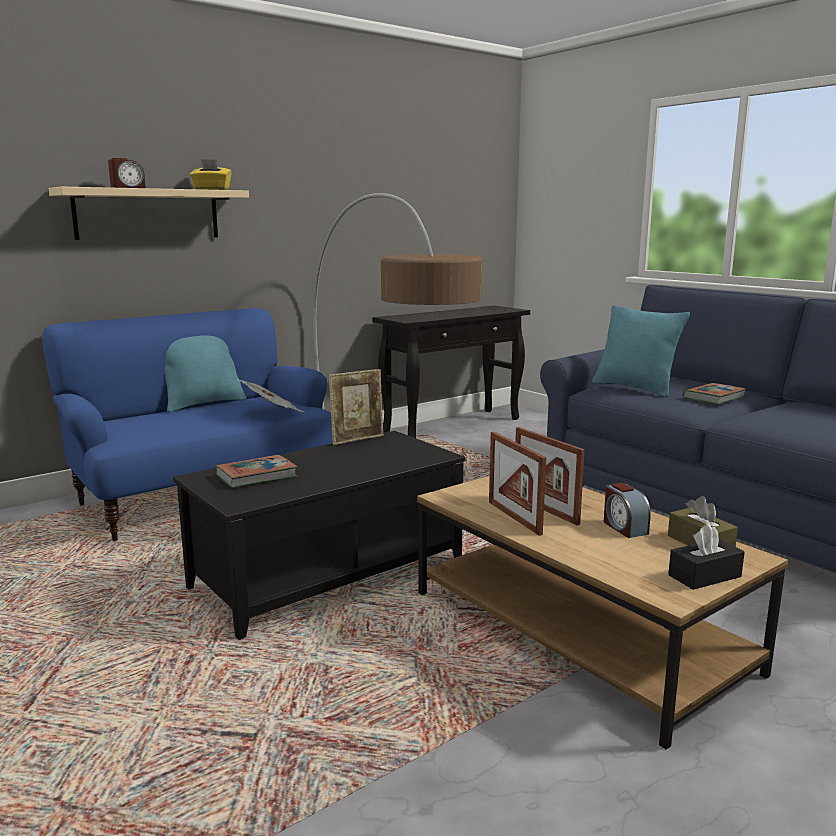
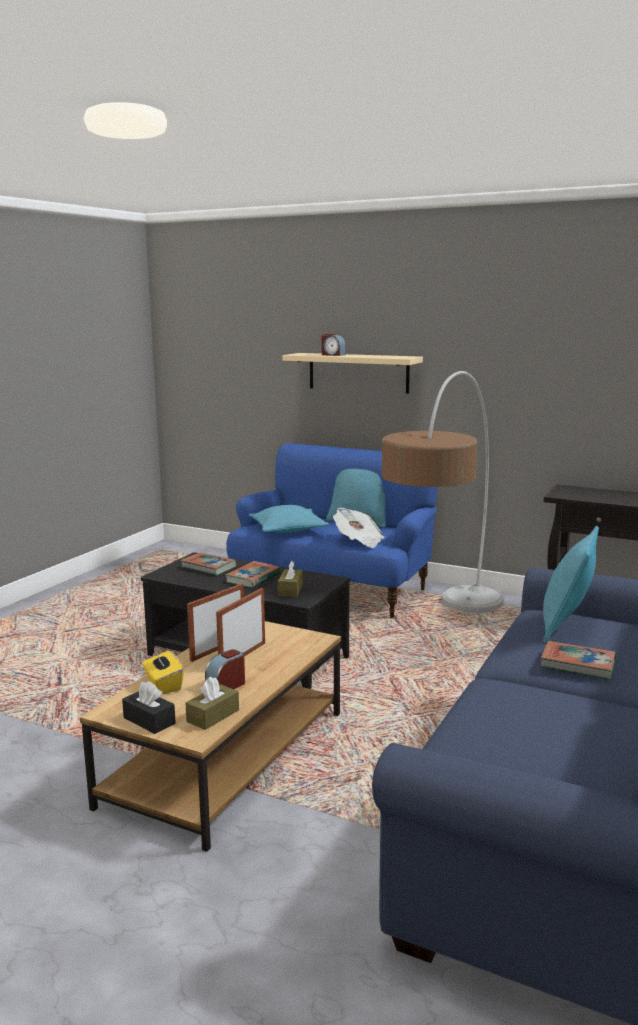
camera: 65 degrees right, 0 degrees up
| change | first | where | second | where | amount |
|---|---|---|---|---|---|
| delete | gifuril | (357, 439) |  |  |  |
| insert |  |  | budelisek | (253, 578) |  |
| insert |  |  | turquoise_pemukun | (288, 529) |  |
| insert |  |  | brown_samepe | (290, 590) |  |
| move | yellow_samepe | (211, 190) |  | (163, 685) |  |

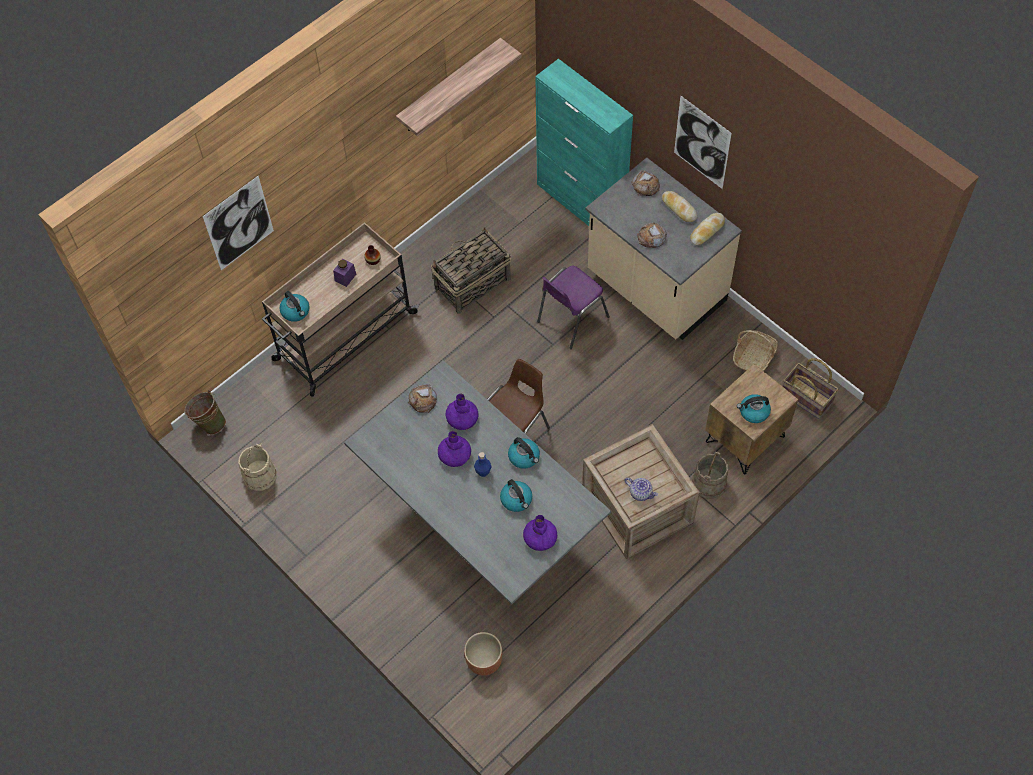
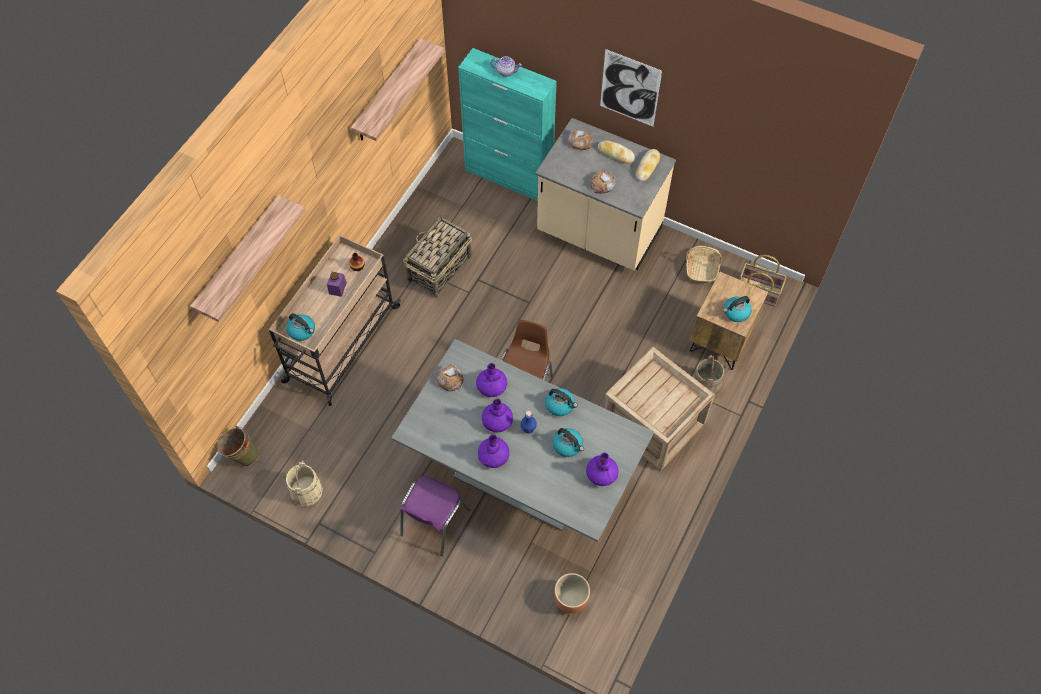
camera: 20 degrees left, 0 degrees up
| change | first | where | second | where | amount |
|---|---|---|---|---|---|
| insert |  |  | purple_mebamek | (494, 456) |  |
| move | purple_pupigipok | (571, 320) |  | (433, 524) |  |
| move | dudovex | (641, 493) |  | (506, 71) |  |
| replace | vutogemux | (239, 223) | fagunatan | (239, 258) |  |

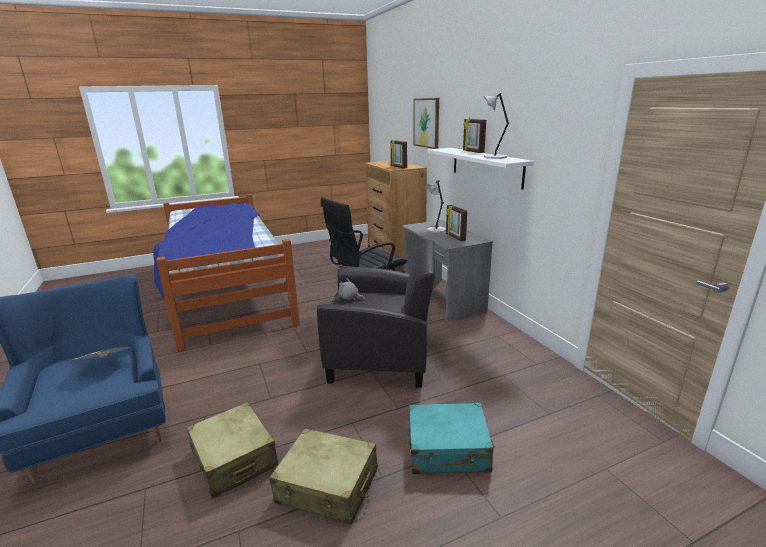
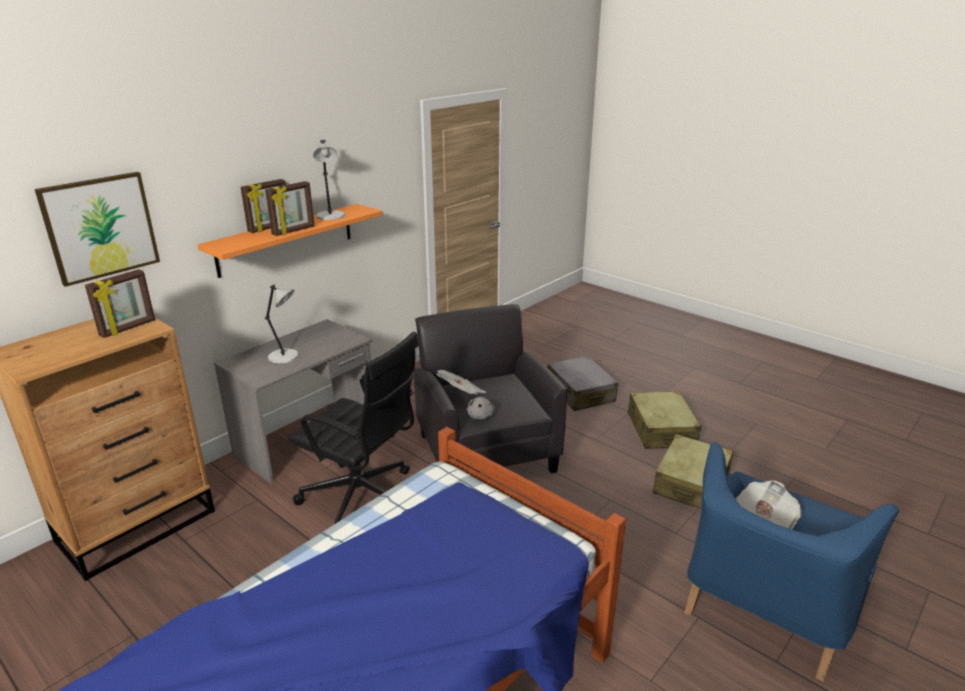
camera: 115 degrees left, 5 degrees up
| change | first | where | second | where | amount |
|---|---|---|---|---|---|
| insert |  |  | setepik | (461, 394) |  |
| move | gifuril | (455, 237) |  | (294, 231) |  |
| recolor | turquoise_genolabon | (448, 449) | grey_genolabon | (580, 393) |  |
| recolor | white_fagunatan | (486, 166) | orange_fagunatan | (286, 239) |  |

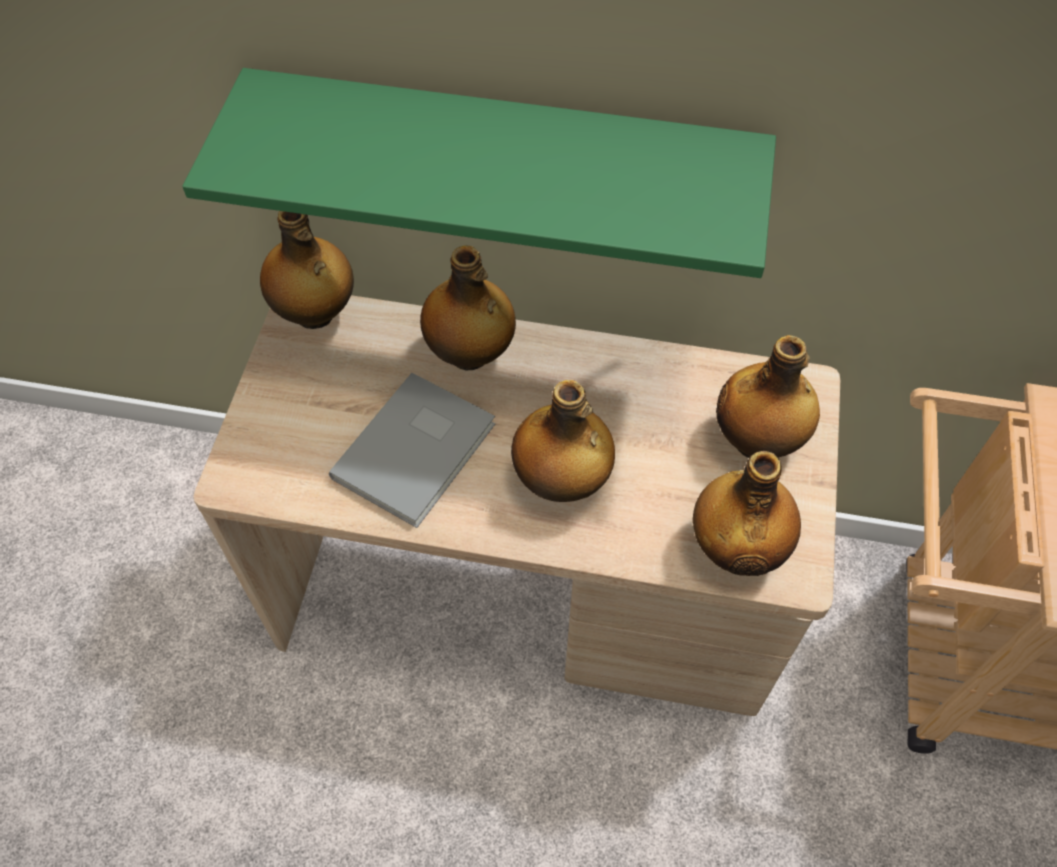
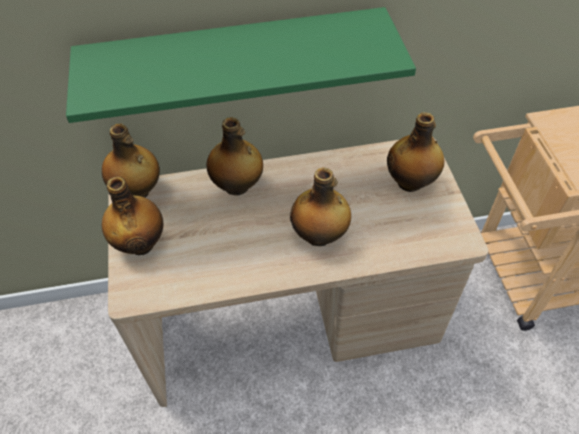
camera: 20 degrees left, 5 degrees down
| change | first | where | second | where | amount |
|---|---|---|---|---|---|
| delete | grey_budelisek | (419, 451) |  |  |  |
| move | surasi | (737, 548) |  | (140, 243) |  |

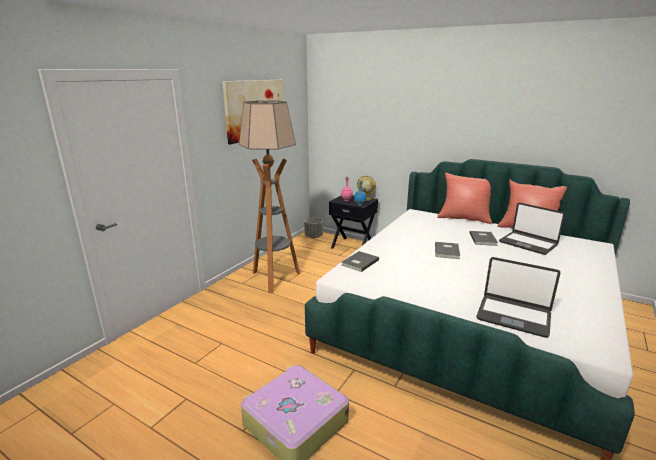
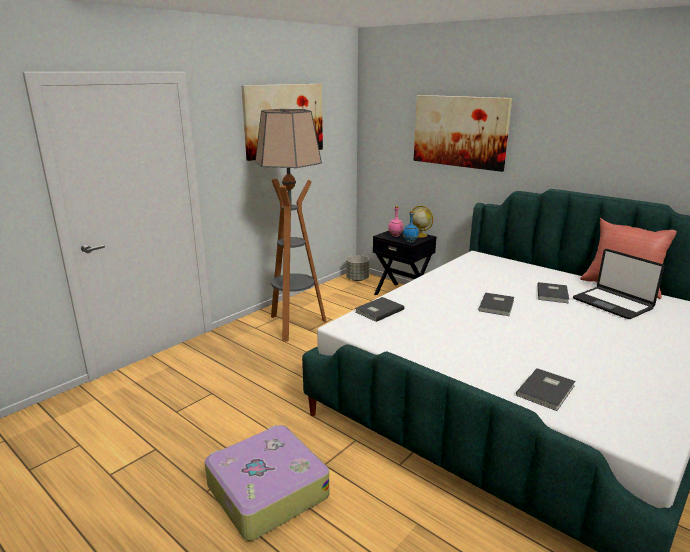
camera: 10 degrees right, 0 degrees up
| change | first | where | second | where | amount |
|---|---|---|---|---|---|
| delete | red_pemukun | (464, 218) |  |  |  |
| insert |  |  | vutogemux | (459, 131) |  |
| replace | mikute | (513, 316) | grey_budelisek | (547, 390) |  |

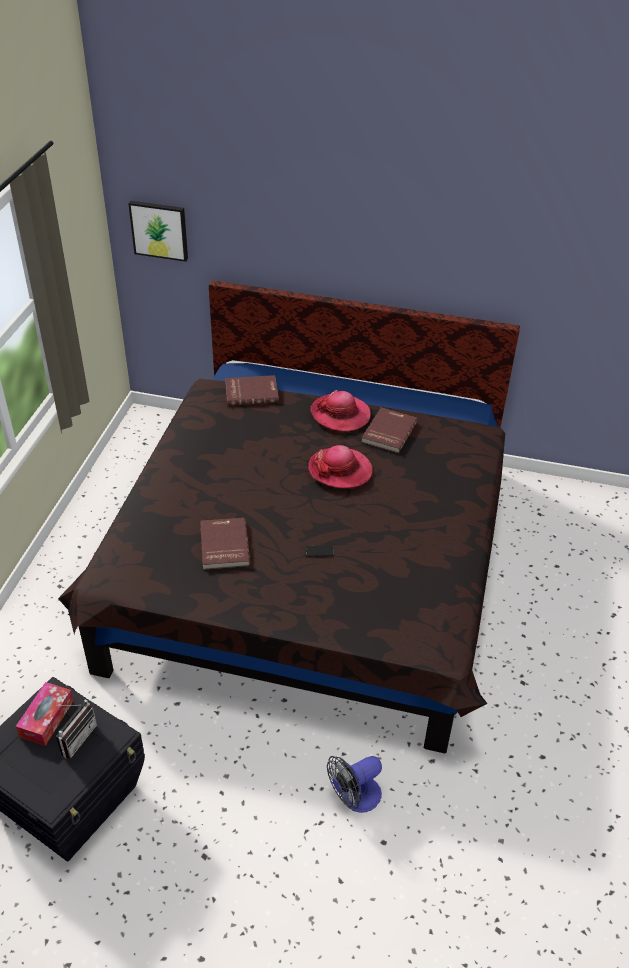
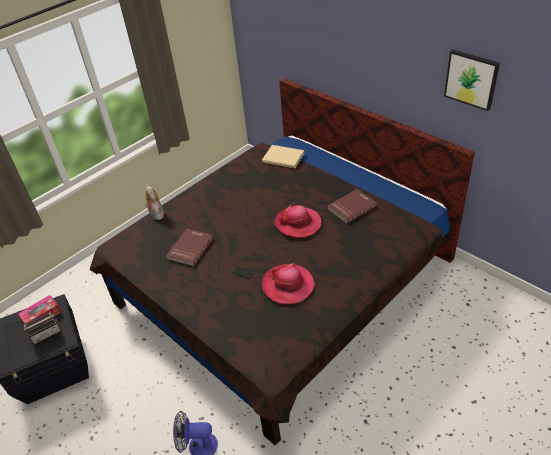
camera: 35 degrees right, 0 degrees up
| change | first | where | second | where | amount |
|---|---|---|---|---|---|
| insert |  |  | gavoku | (156, 214) |  |
| move | vutogemux | (159, 230) |  | (471, 79) |  |
| move | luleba | (340, 414) |  | (288, 285) |  |
| recolor | red_budelisek | (251, 392) | beige_budelisek | (283, 157) |  |

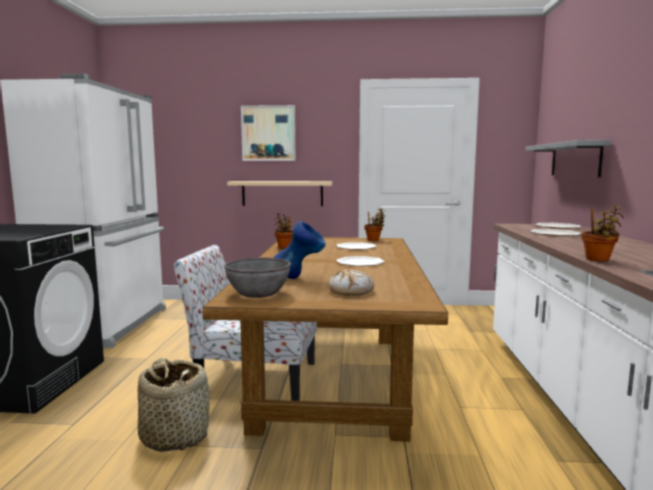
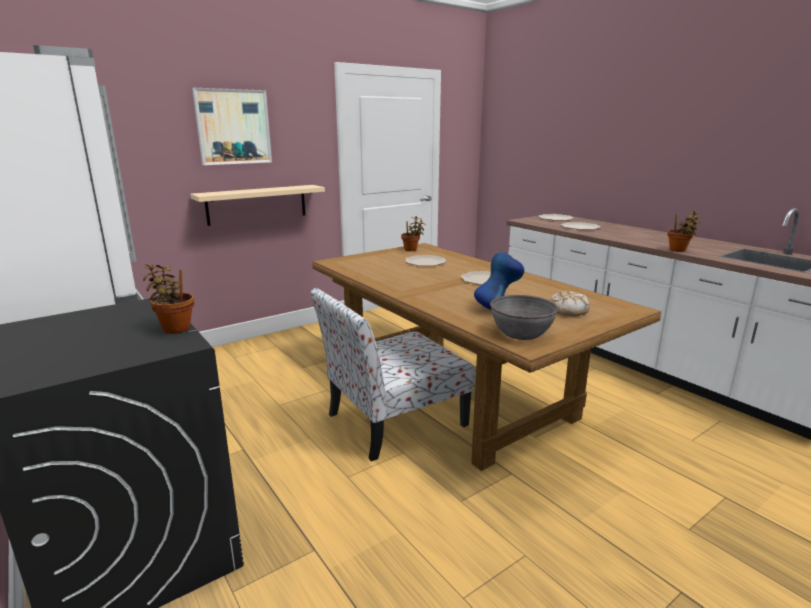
camera: 40 degrees left, 10 degrees up
| change | first | where | second | where | amount |
|---|---|---|---|---|---|
| delete | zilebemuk | (175, 435) |  |  |  |
| delete | grey_fagunatan | (575, 160) |  |  |  |
| move | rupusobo | (284, 247) |  | (175, 328) |  |

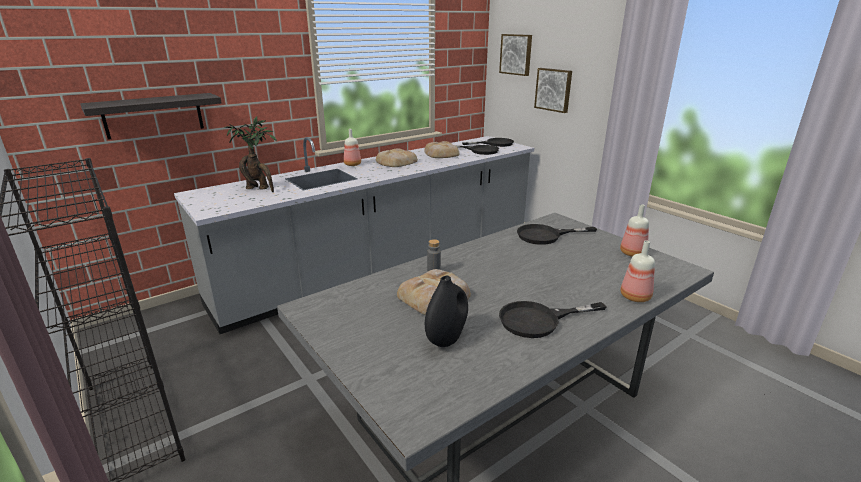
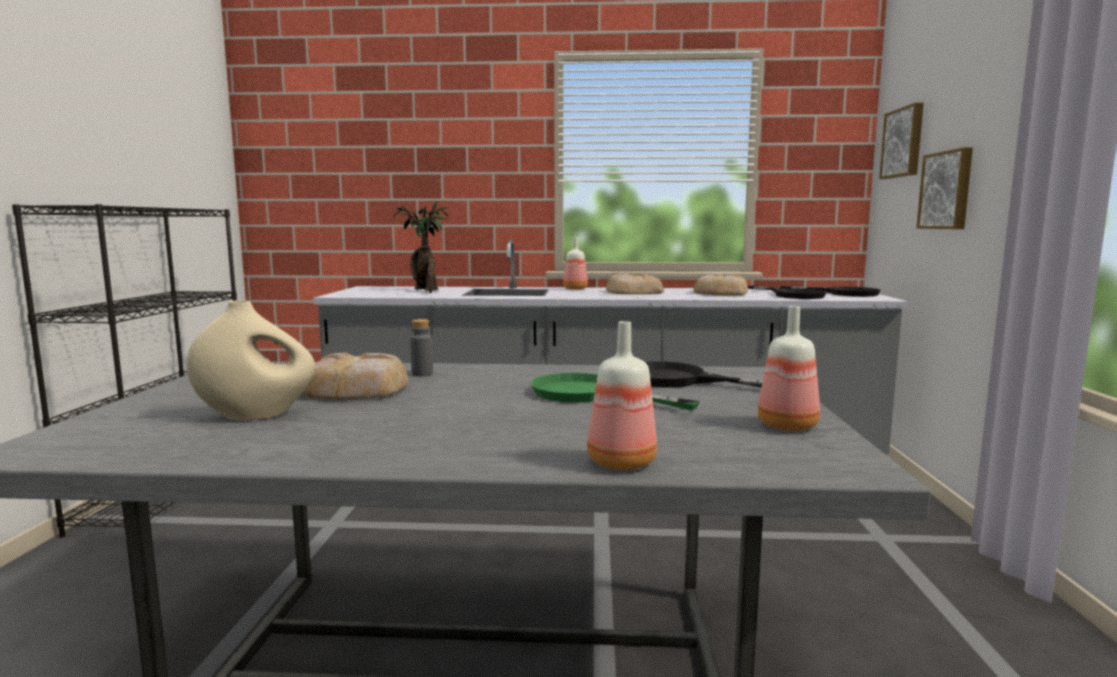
camera: 40 degrees right, 15 degrees down
| change | first | where | second | where | amount |
|---|---|---|---|---|---|
| delete | fagunatan | (153, 115) |  |  |  |
| delete | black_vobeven | (539, 320) |  |  |  |
| insert |  |  | green_vobeven | (589, 394) |  |
| recolor | black_mebamek | (446, 338) | beige_mebamek | (256, 415) |  |

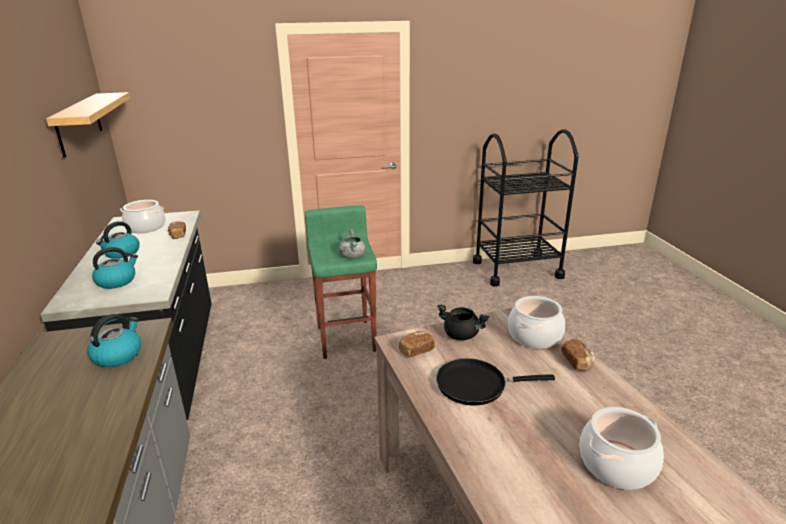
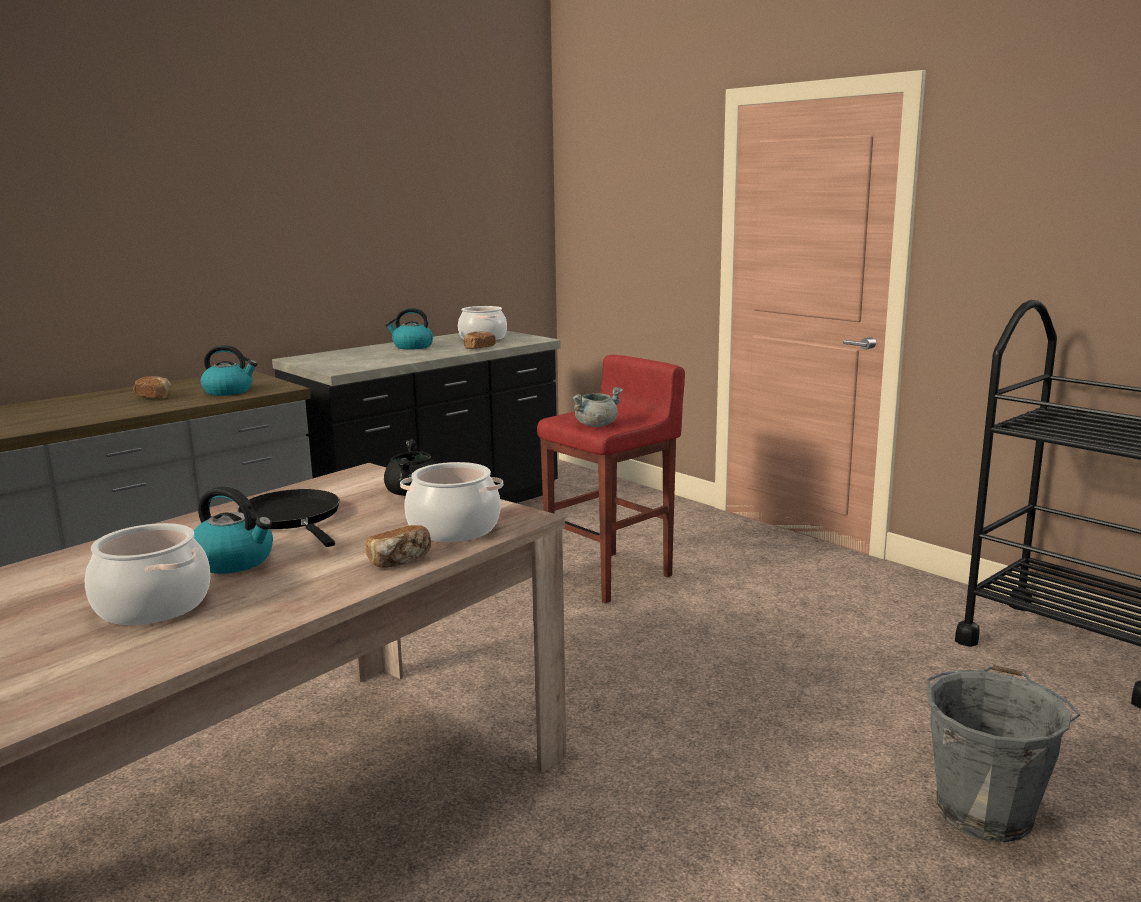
camera: 60 degrees right, 10 degrees down
| change | first | where | second | where | amount |
|---|---|---|---|---|---|
| delete | fagunatan | (79, 123) |  |  |  |
| insert |  |  | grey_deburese | (985, 810) |  |
| move | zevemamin | (117, 281) |  | (234, 561) |  |
| move | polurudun | (416, 350) |  | (155, 397) |  |
| recolor | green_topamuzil | (346, 338) | red_topamuzil | (611, 576) |  |

